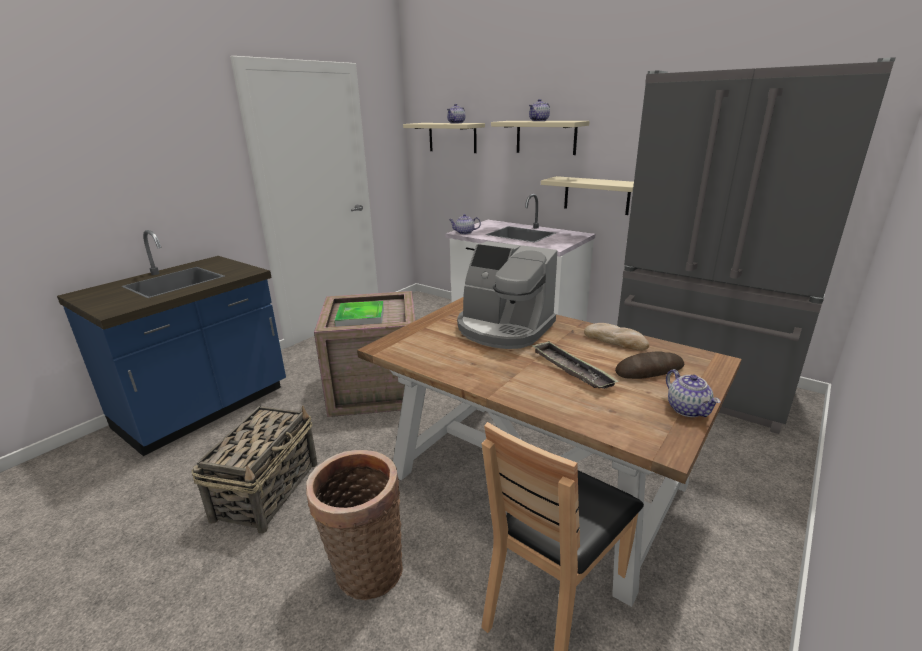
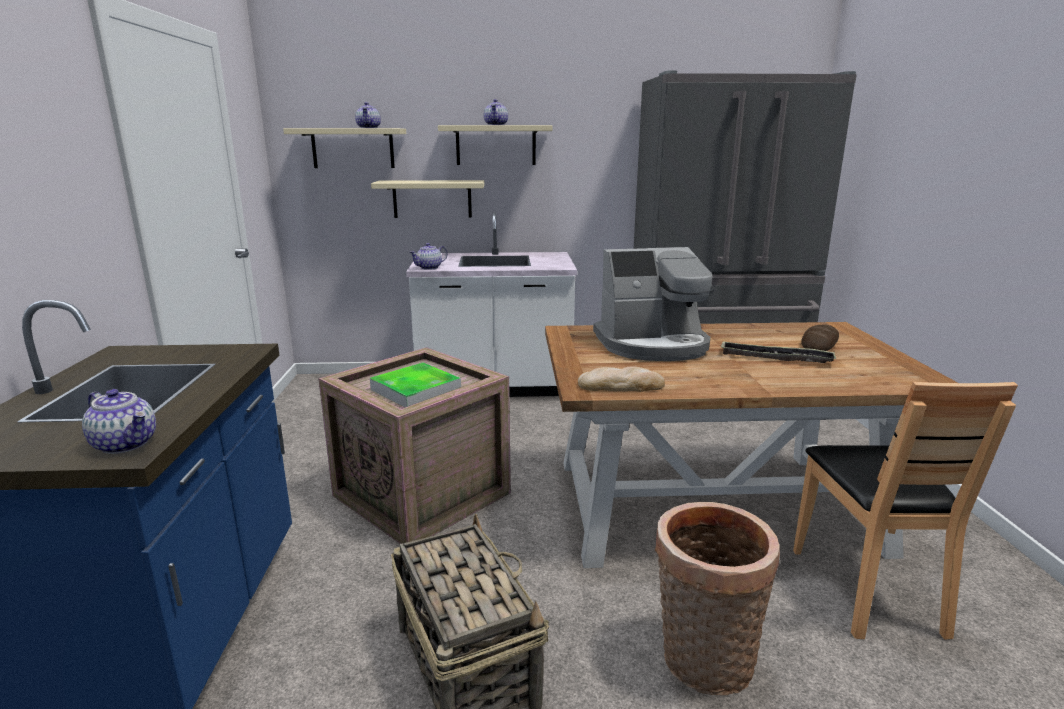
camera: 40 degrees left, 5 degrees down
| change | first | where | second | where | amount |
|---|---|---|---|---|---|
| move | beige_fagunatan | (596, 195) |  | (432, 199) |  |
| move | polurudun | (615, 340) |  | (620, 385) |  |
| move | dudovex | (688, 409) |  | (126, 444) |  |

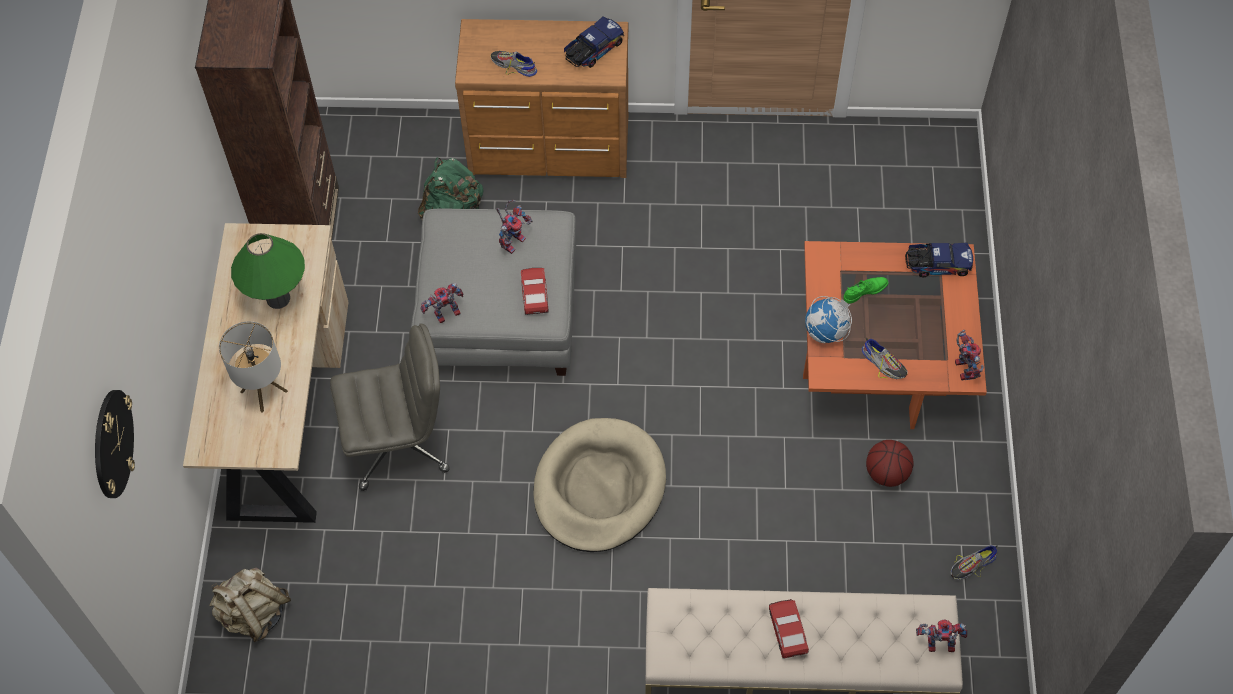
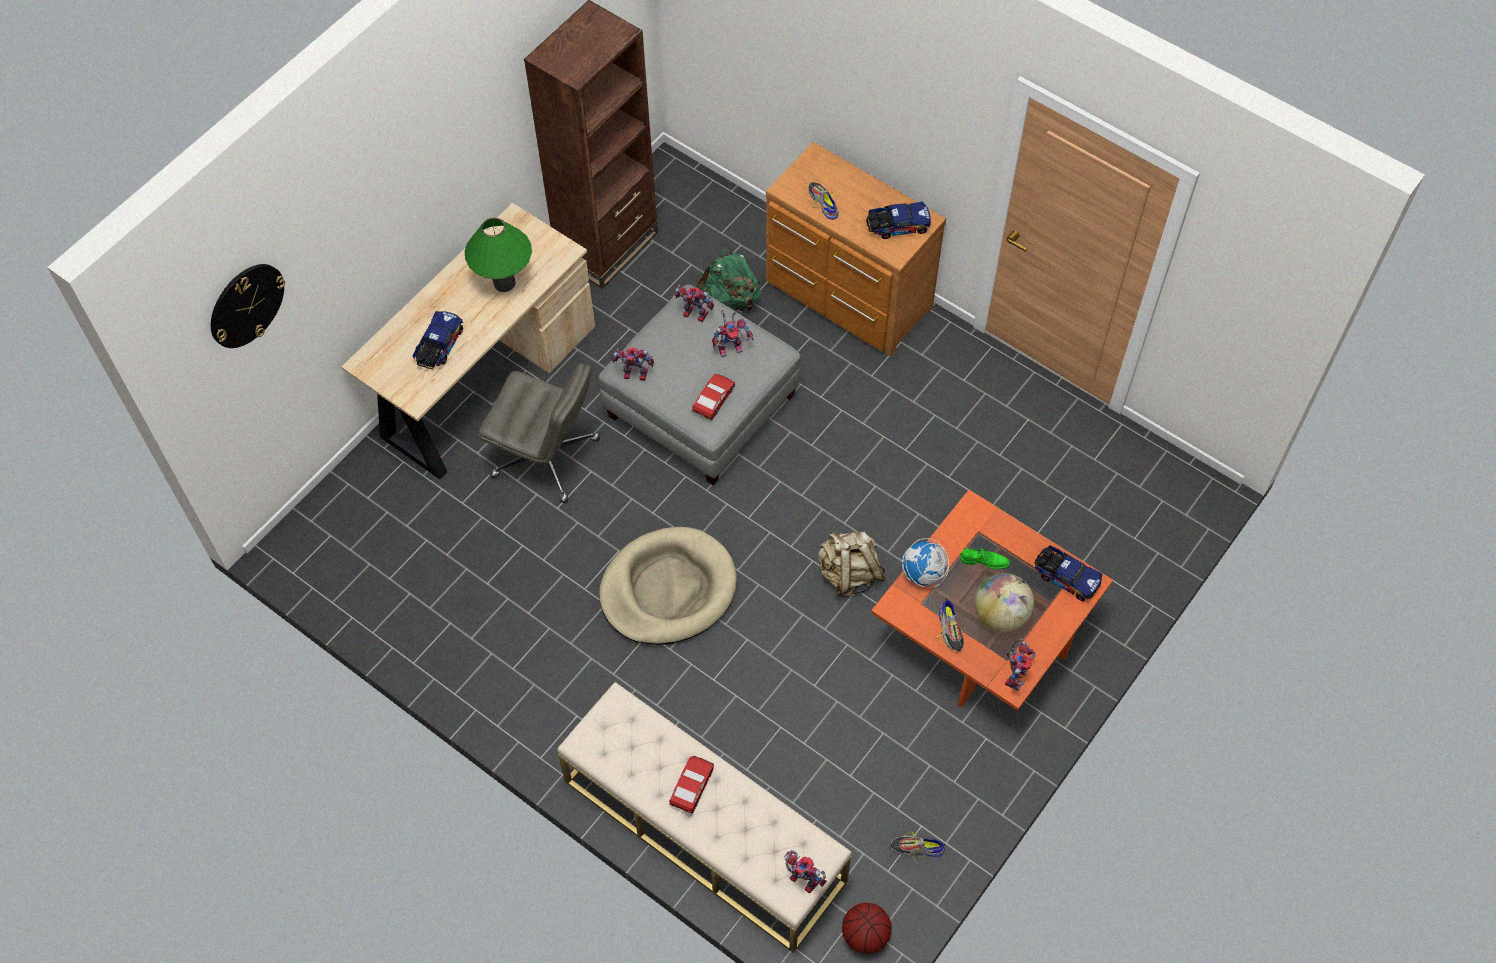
camera: 35 degrees right, 0 degrees up
| change | first | where | second | where | amount |
|---|---|---|---|---|---|
| insert |  |  | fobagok | (692, 314) |  |
| insert |  |  | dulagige | (1001, 615) |  |
| move | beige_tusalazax | (254, 613) |  | (849, 574) |  |
| move | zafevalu | (887, 473) |  | (865, 935) |  |
| replace | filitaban | (264, 391) | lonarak | (439, 347) |  |

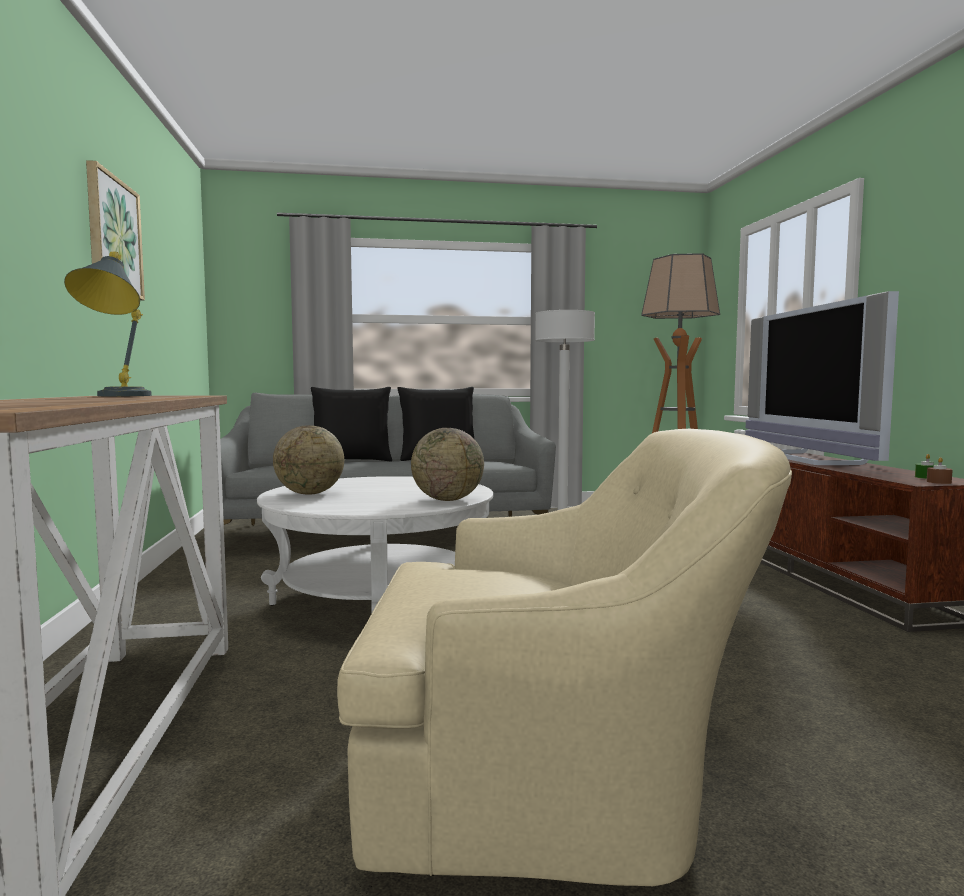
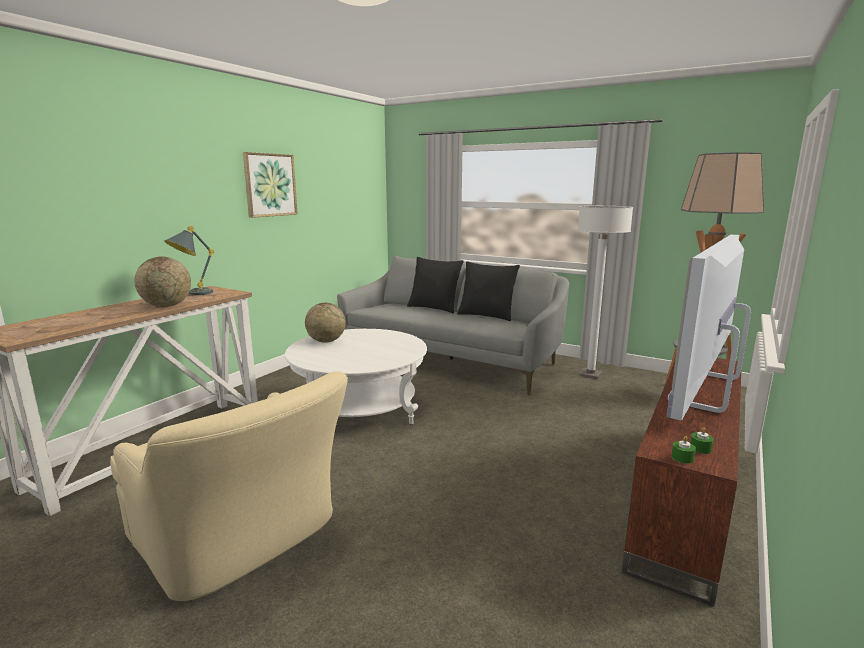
camera: 40 degrees right, 10 degrees up
| change | first | where | second | where | amount |
|---|---|---|---|---|---|
| move | dulagige | (447, 500) |  | (167, 306) |  |
| recolor | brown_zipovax | (938, 482) | green_zipovax | (682, 458) |  |

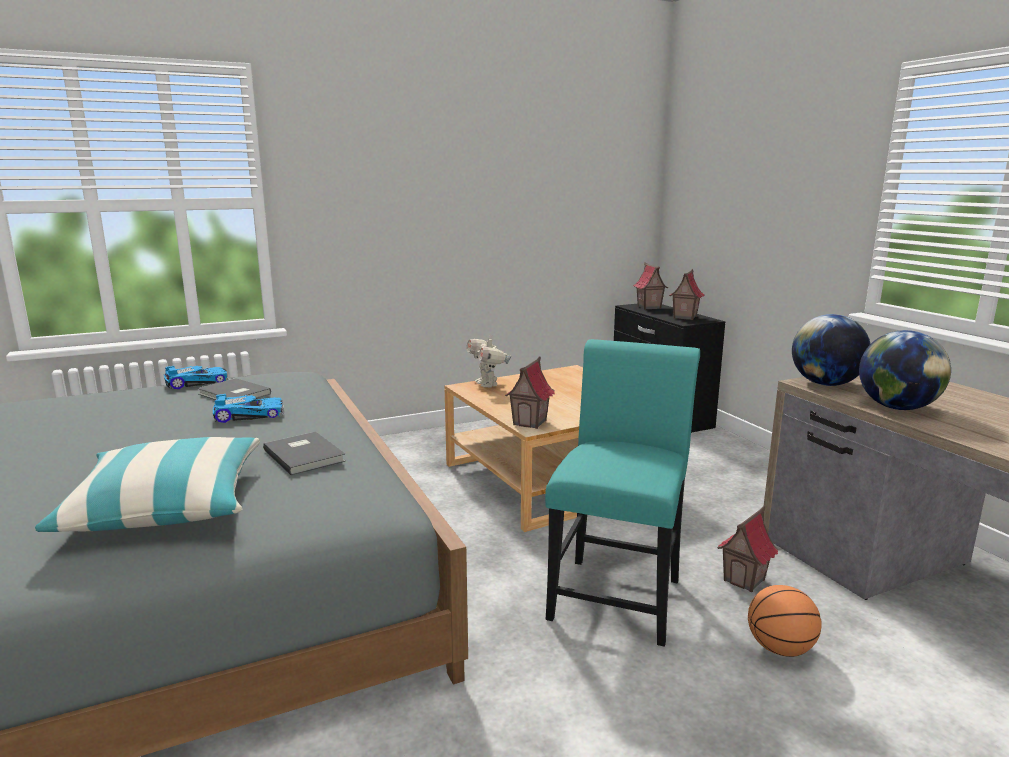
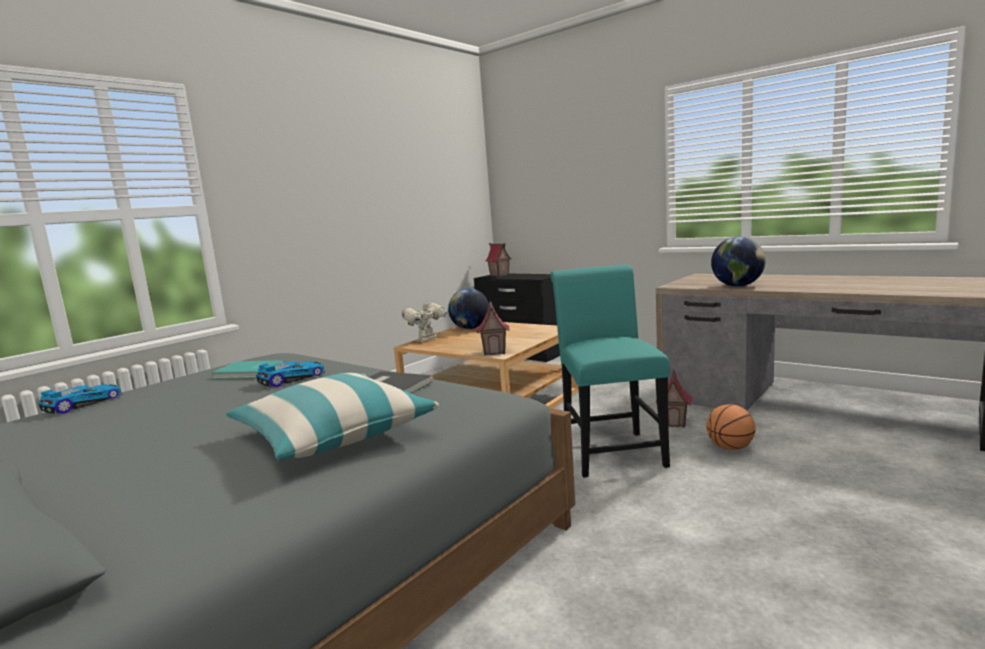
camera: 25 degrees left, 5 degrees down
| change | first | where | second | where | amount |
|---|---|---|---|---|---|
| delete | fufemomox | (684, 317) |  |  |  |
| move | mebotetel | (196, 382) |  | (82, 403) |  |
| move | dulagige | (825, 384) |  | (470, 328) |  |
| recolor | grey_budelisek | (233, 394) | turquoise_budelisek | (249, 372) |  |
| rotate | fobagok | (488, 384) |  | (427, 340) | 90 degrees clockwise |

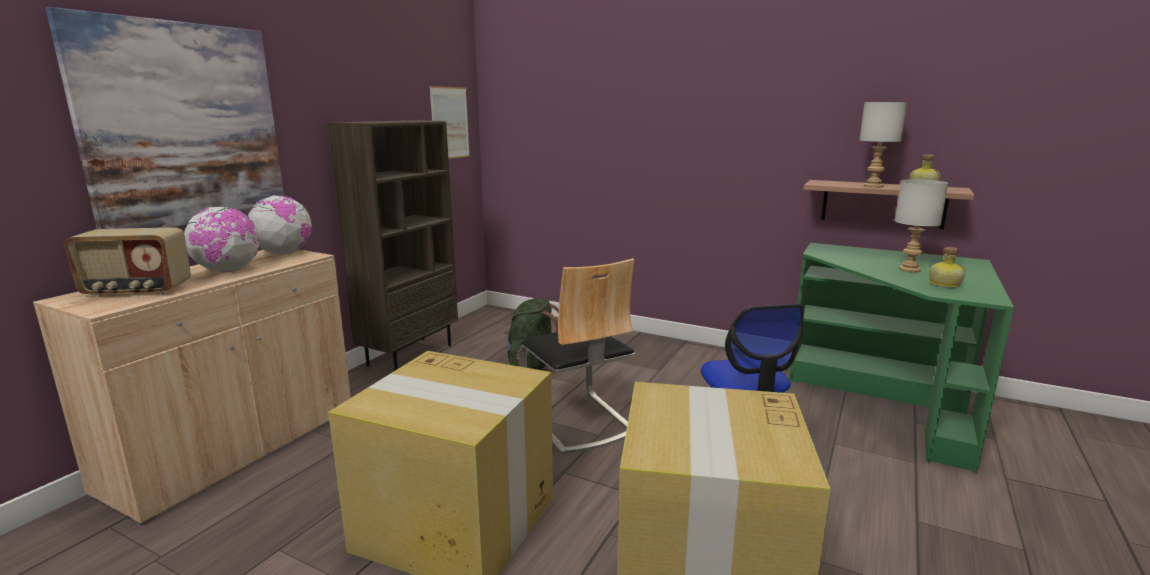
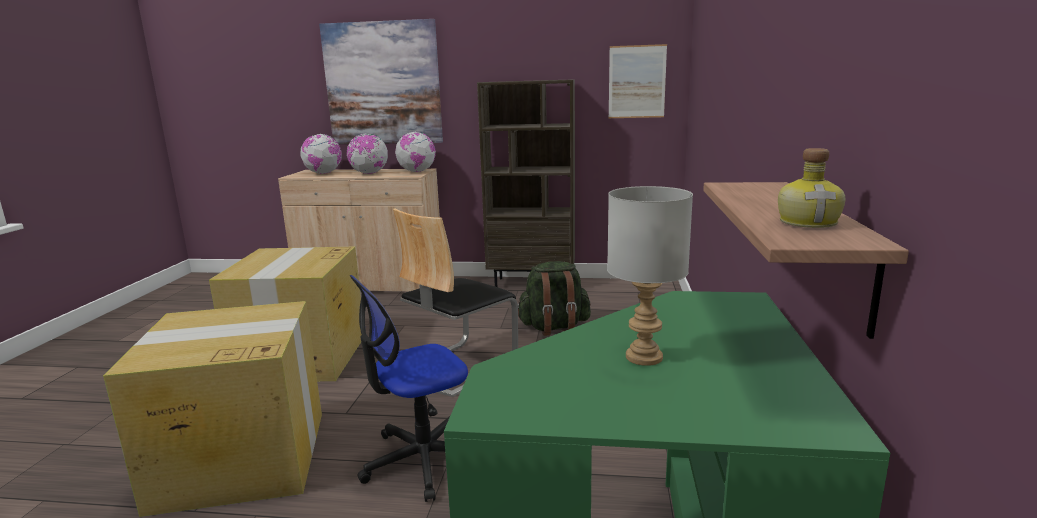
camera: 70 degrees right, 0 degrees up
| change | first | where | second | where | amount |
|---|---|---|---|---|---|
| delete | grey_filitaban | (874, 186) |  |  |  |
| delete | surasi | (943, 284) |  |  |  |
| replace | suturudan | (137, 291) | dulagige | (323, 173) |  |

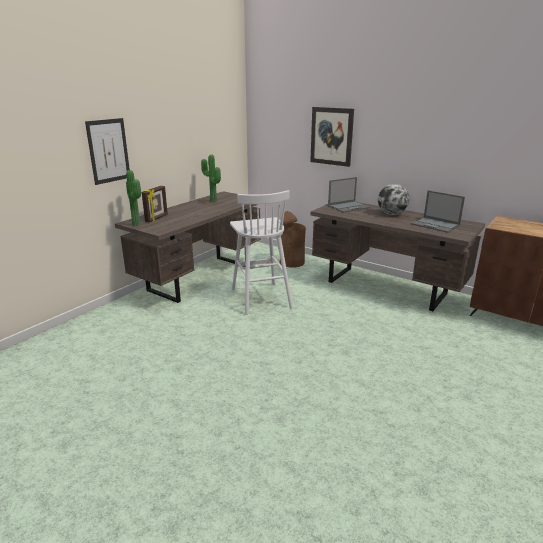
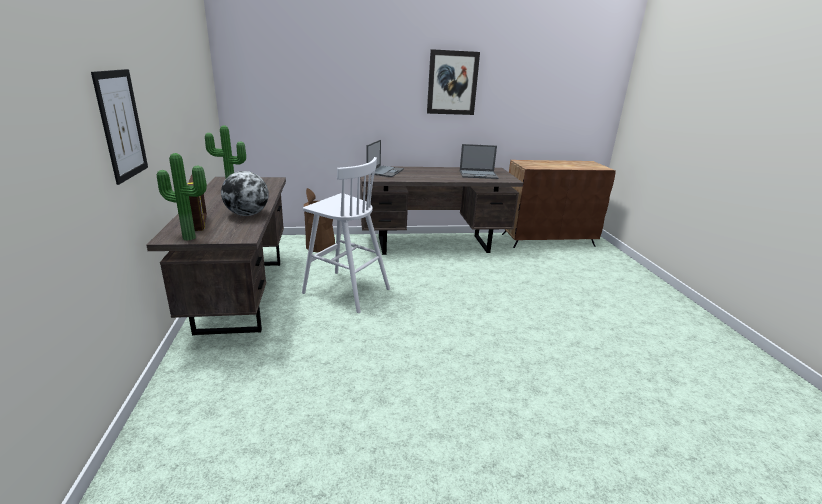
camera: 45 degrees left, 0 degrees up
| change | first | where | second | where | amount |
|---|---|---|---|---|---|
| move | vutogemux | (331, 136) |  | (452, 83) |  |
| move | dulagige | (391, 214) |  | (247, 214) |  |

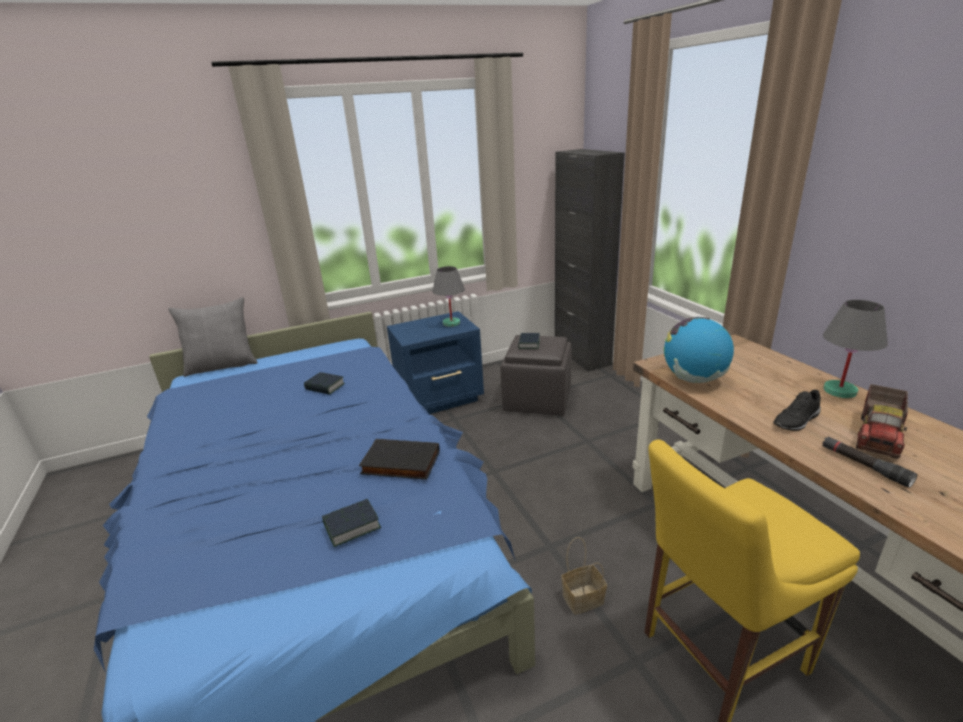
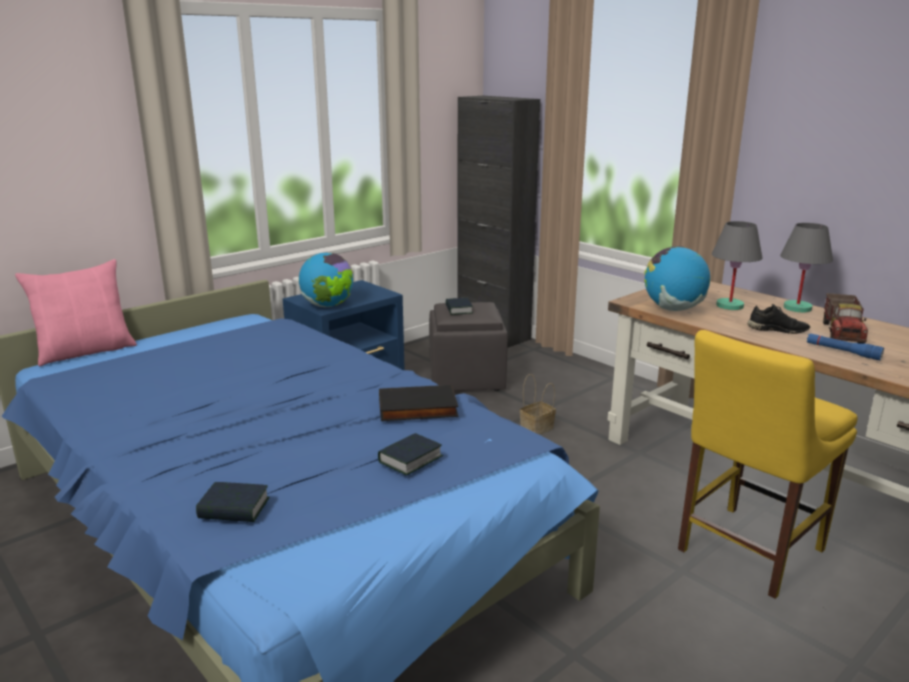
camera: 20 degrees left, 5 degrees down
| change | first | where | second | where | amount |
|---|---|---|---|---|---|
| insert |  |  | dulagige | (328, 306) |  |
| move | budelisek | (325, 387) |  | (234, 508) |  |
| move | grey_filitaban | (451, 323) |  | (729, 306) |  |
| move | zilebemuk | (582, 600) |  | (536, 429) |  |
| recolor | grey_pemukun | (222, 365) | pink_pemukun | (86, 351) |  |
| recolor | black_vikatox | (864, 466) | blue_vikatox | (842, 352) |  |
| rotate | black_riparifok | (797, 421) |  | (777, 330) | 120 degrees counterclockwise |

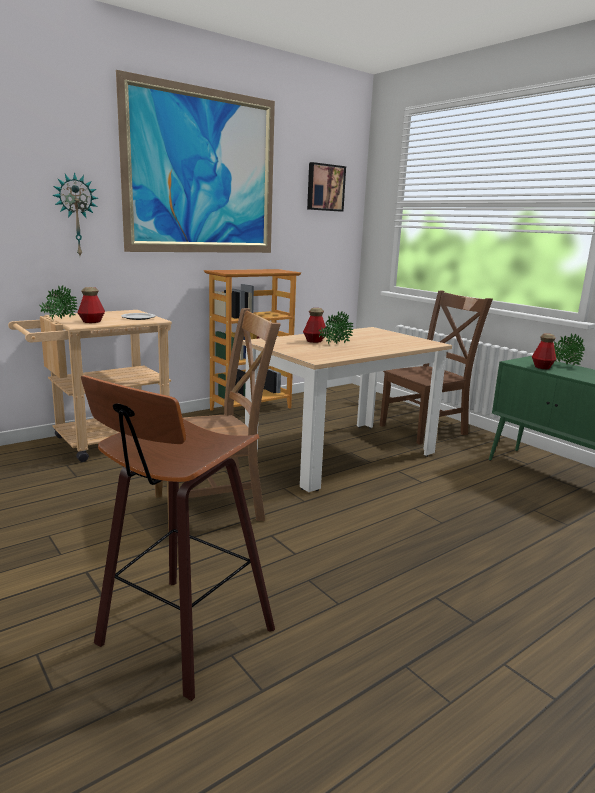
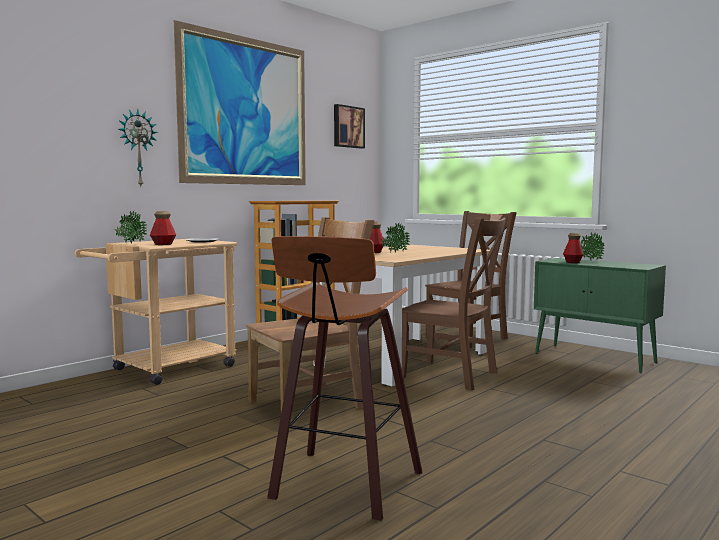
camera: 10 degrees left, 10 degrees down
| change | first | where | second | where | amount |
|---|---|---|---|---|---|
| insert |  |  | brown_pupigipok | (452, 376) |  |

